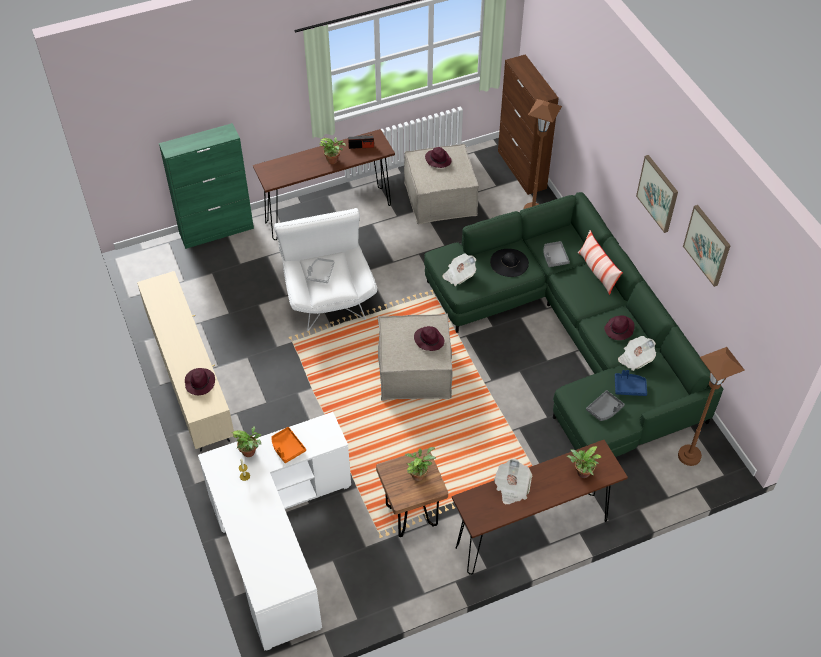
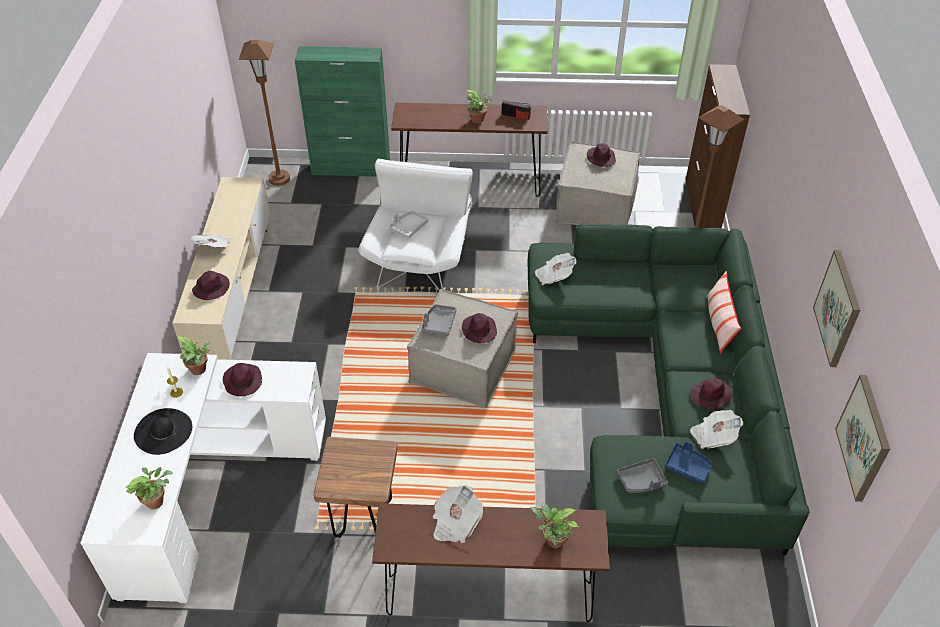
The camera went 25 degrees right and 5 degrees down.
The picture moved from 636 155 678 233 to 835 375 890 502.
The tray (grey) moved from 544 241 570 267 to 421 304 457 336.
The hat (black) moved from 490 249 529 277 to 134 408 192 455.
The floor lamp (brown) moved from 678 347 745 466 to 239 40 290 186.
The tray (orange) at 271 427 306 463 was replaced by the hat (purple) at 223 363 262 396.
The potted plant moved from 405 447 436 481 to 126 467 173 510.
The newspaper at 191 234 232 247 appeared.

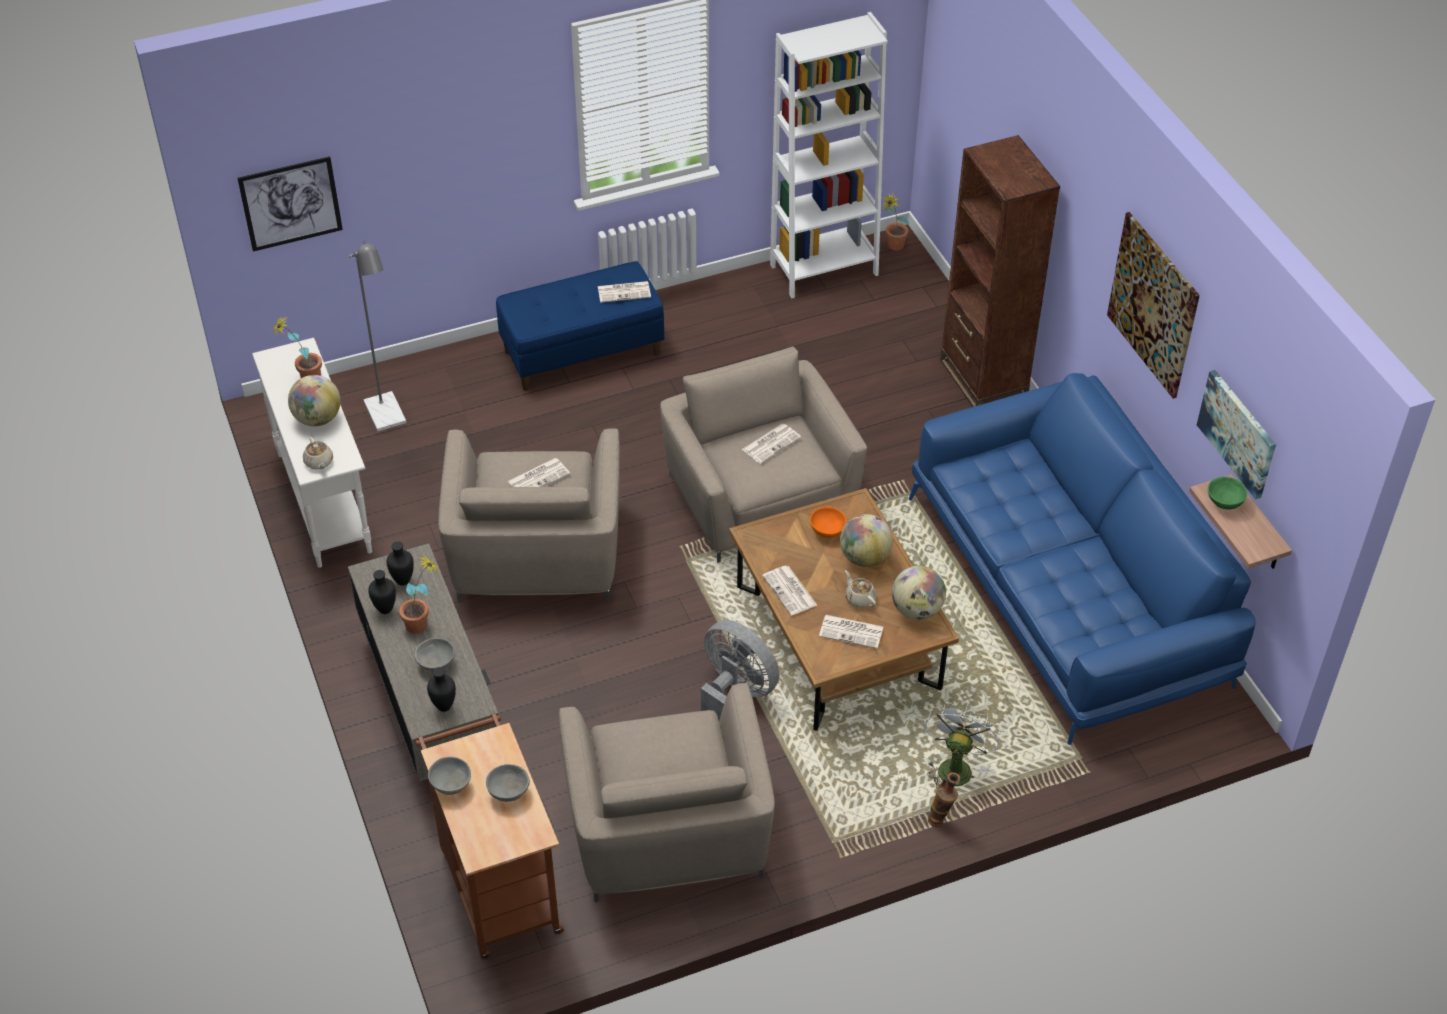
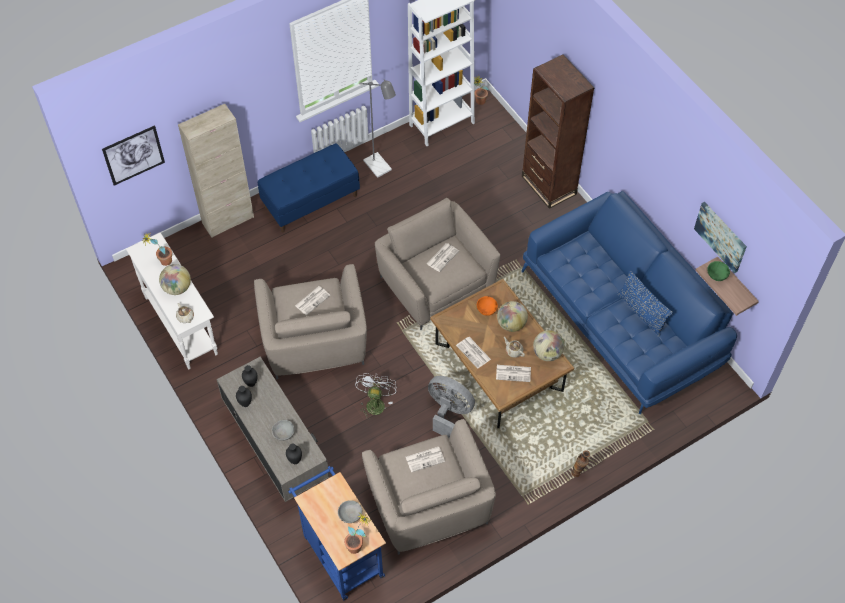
The camera went 10 degrees left and 10 degrees up.
The picture at 1107 212 1200 399 disappeared.
The floor lamp (grey) moved from 349 240 406 431 to 359 79 396 178.
The newspaper moved from 598 281 651 303 to 406 447 445 472.
The potted plant moved from 399 556 439 634 to 344 514 371 554.
The fan (white) moved from 925 702 1000 788 to 355 373 397 419.
The cart (brown) at 415 713 564 960 became the cart (blue) at 288 466 386 600.
The bowl (grey) at 428 757 471 795 disappeared.
The cabinet (beige) at 178 104 254 238 appeared.
The pillow (blue) at 617 270 673 337 appeared.

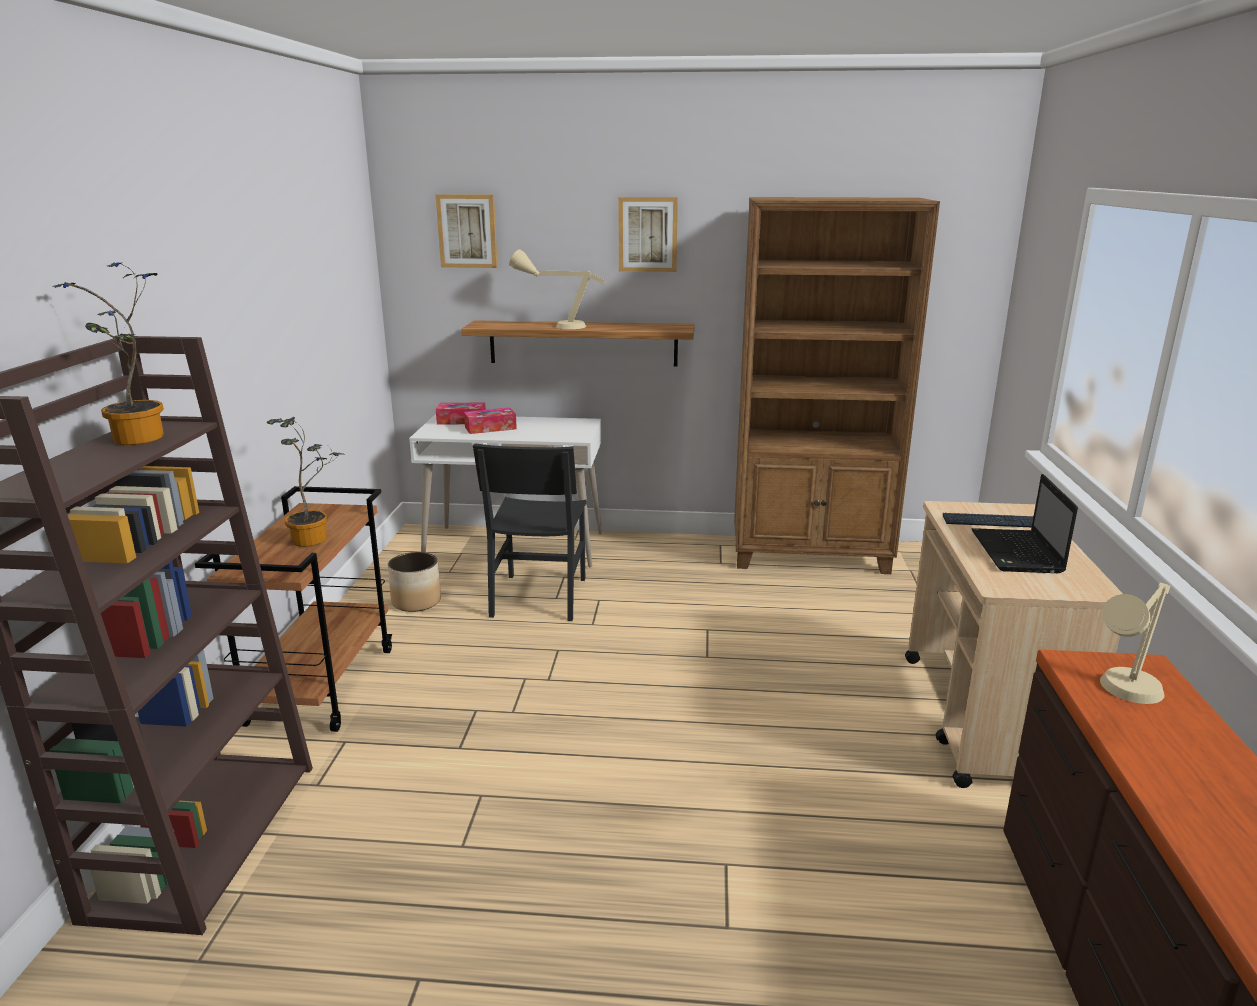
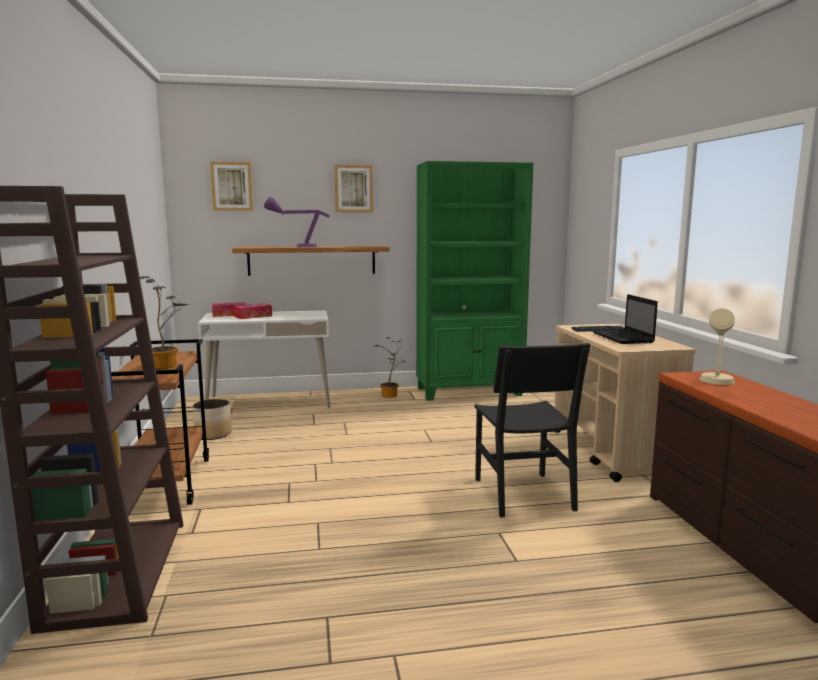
The camera went 15 degrees left and 10 degrees down.
The bookcase (brown) at 734 197 940 574 became the bookcase (green) at 416 161 533 401.
The table lamp (beige) at 509 249 605 329 became the table lamp (purple) at 264 197 330 247.
The potted plant moved from 52 262 164 445 to 374 337 405 398.
The chair (black) moved from 473 443 587 621 to 474 343 591 518.

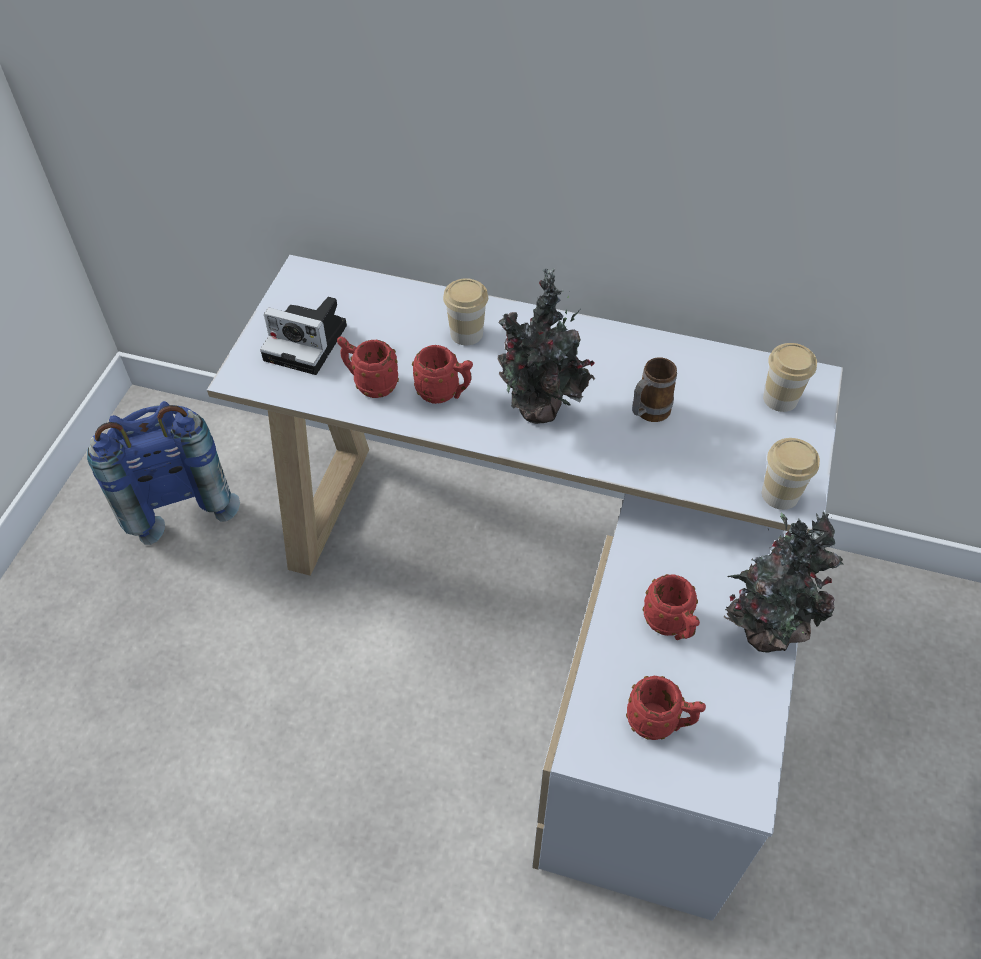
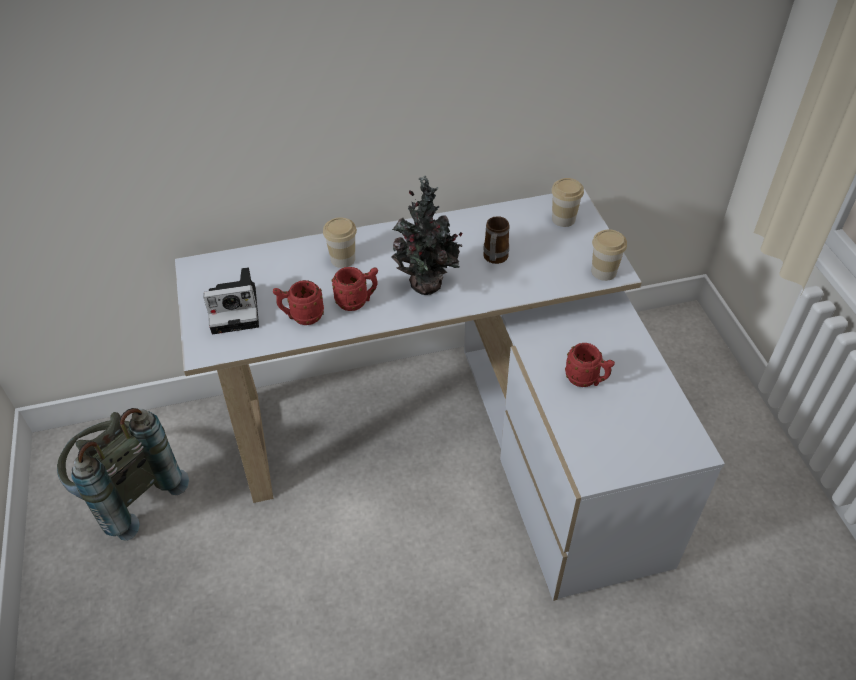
The camera went 30 degrees left and 5 degrees down.
The backpack (blue) at 87 401 240 545 became the backpack (grey) at 57 408 189 541.
The potted plant at 724 511 844 652 disappeared.
The mug (red) at 626 676 706 740 disappeared.

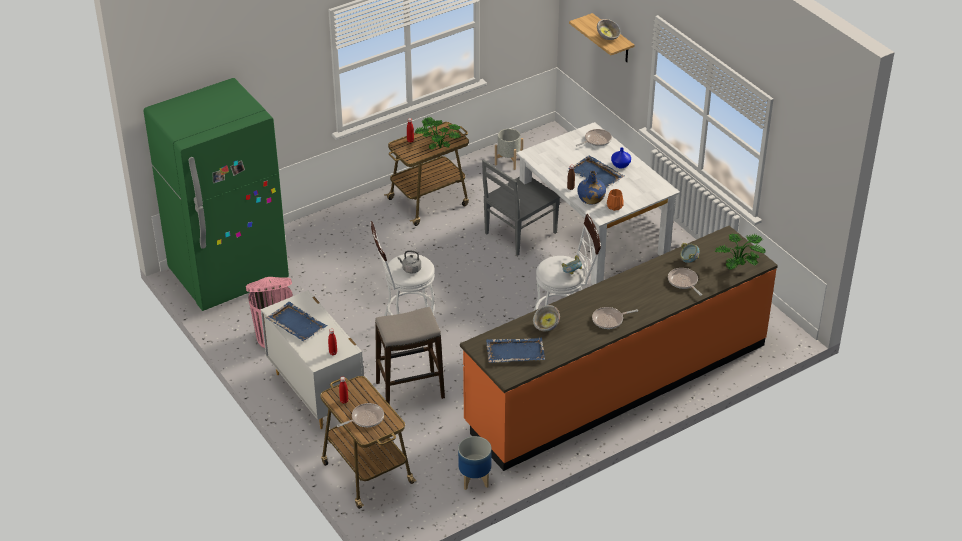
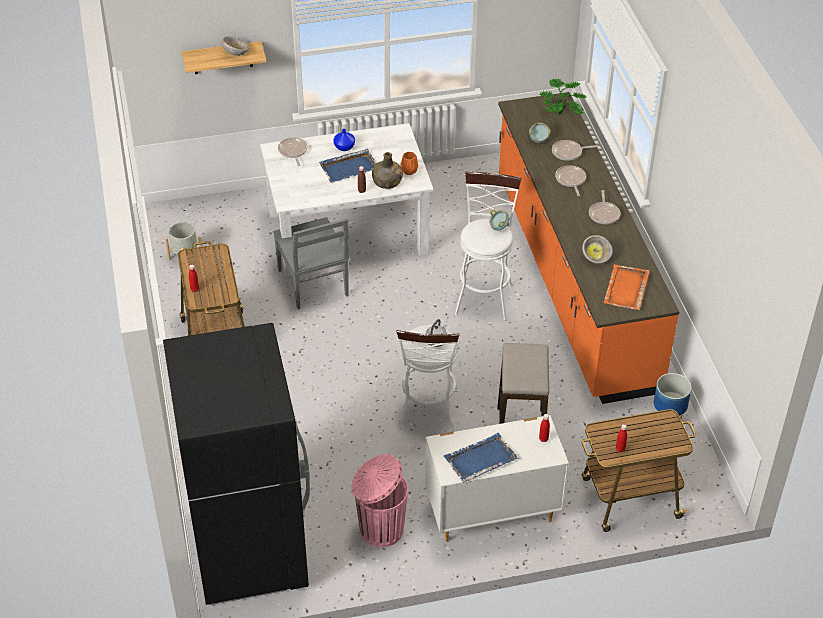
The camera went 70 degrees left and 5 degrees up.
The fridge (green) at 143 78 289 311 became the fridge (black) at 163 323 310 605.
The potted plant at 414 116 461 150 disappeared.
The bottle (blue) at 577 170 606 204 became the bottle (green) at 372 152 403 189.
The tray (blue) at 486 337 545 363 became the tray (orange) at 604 264 650 310.
The frying pan moved from 337 403 384 427 to 555 165 586 196.

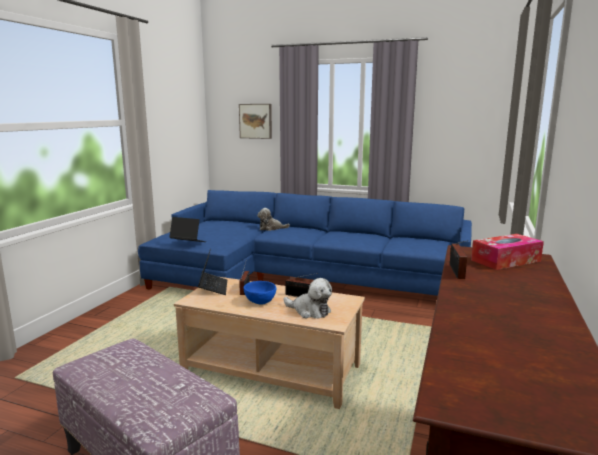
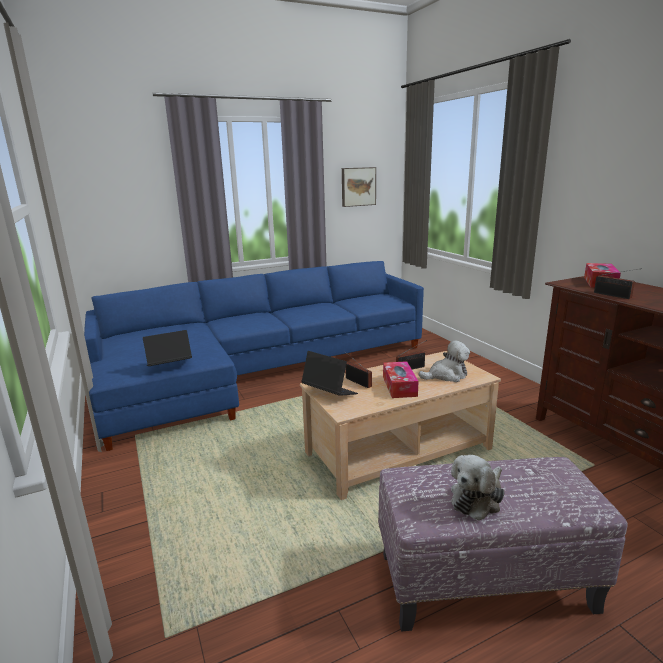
The camera went 45 degrees left and 5 degrees up.
The picture moved from 239 104 272 139 to 342 167 376 207.
The plush toy moved from 257 208 290 231 to 451 455 505 521.
The bowl (blue) at 244 281 276 304 was replaced by the tissue box at 383 361 419 398.

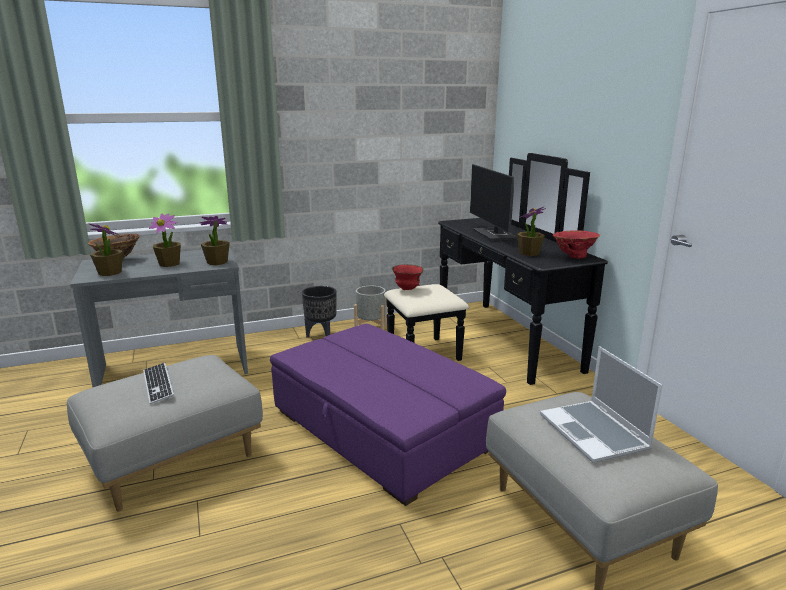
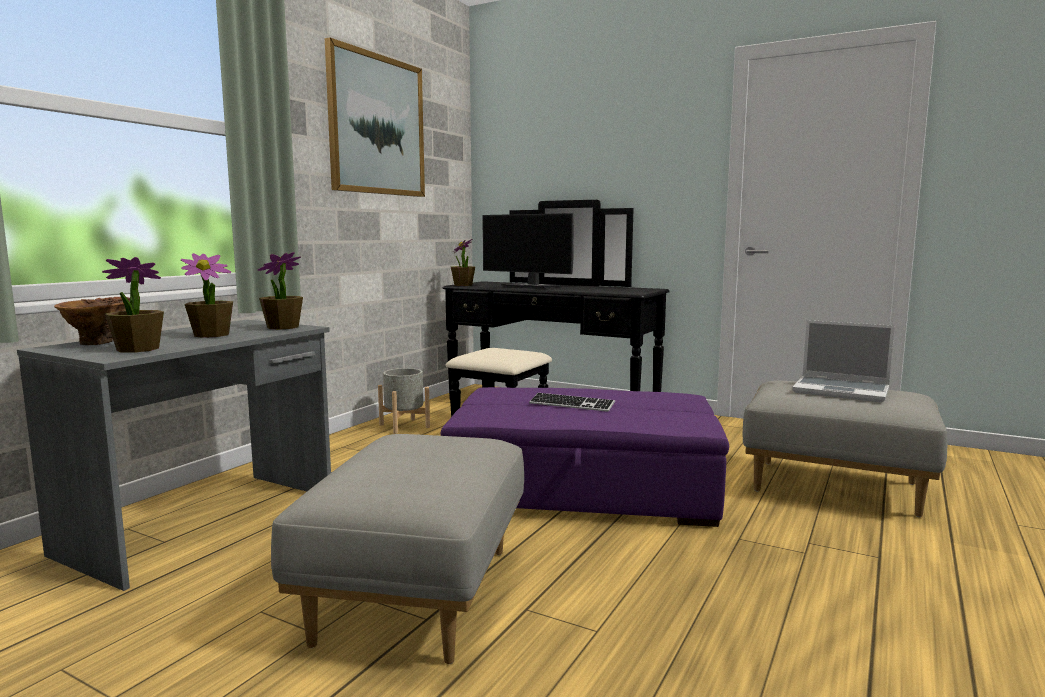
The camera went 40 degrees left and 10 degrees down.
The potted plant moved from 517 207 546 256 to 451 239 475 286.
The vase (red) at 553 230 600 259 disappeared.
The bowl (red) at 392 264 424 290 disappeared.
The planter (black) at 302 286 337 338 disappeared.
The keyboard moved from 143 363 174 404 to 529 393 615 412.
The picture at 325 37 425 197 appeared.

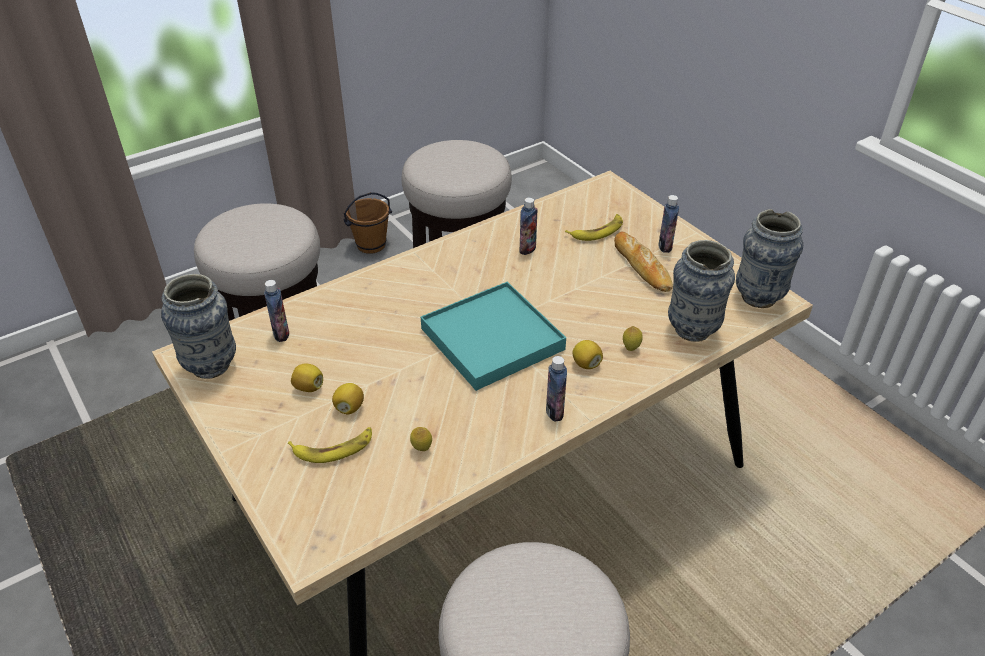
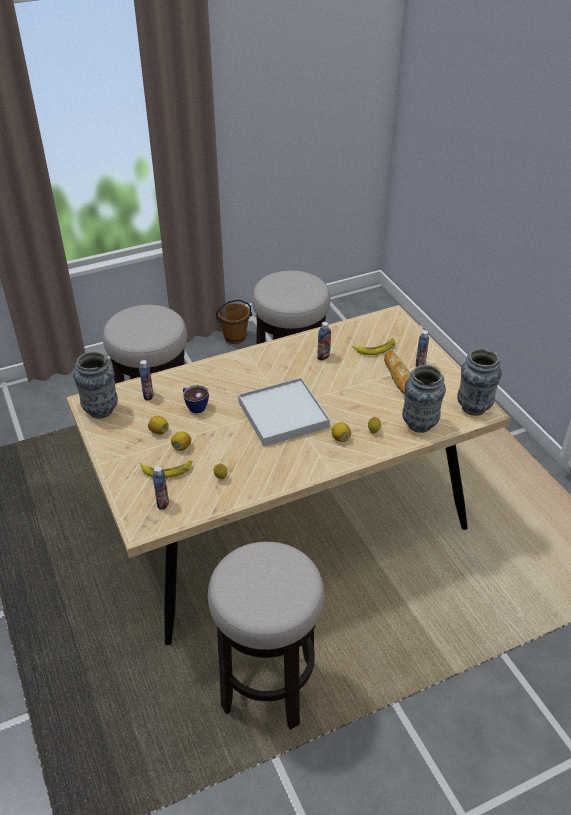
The camera went 10 degrees right and 0 degrees up.
The tray (turquoise) at 421 282 566 391 became the tray (white) at 238 378 330 446.
The bottle moved from 546 356 567 422 to 153 466 169 510.
The cup at 183 385 209 413 appeared.

